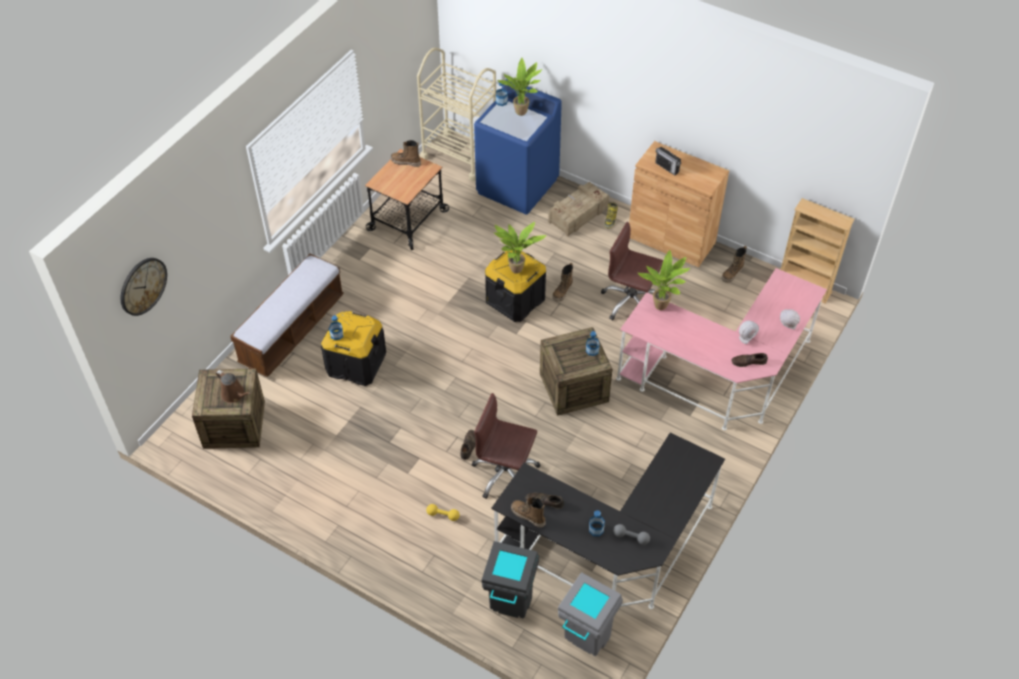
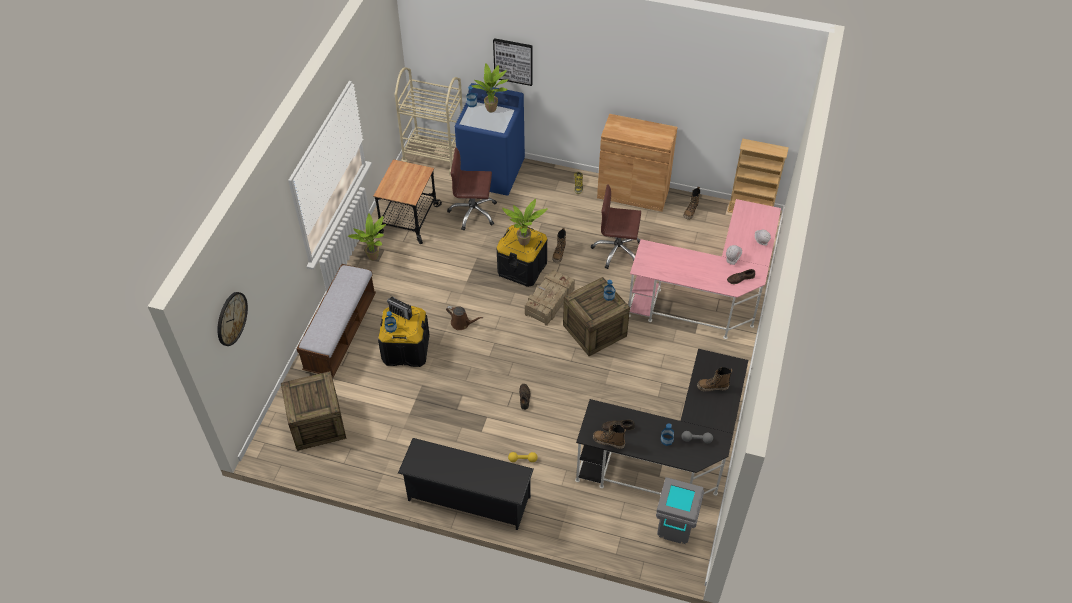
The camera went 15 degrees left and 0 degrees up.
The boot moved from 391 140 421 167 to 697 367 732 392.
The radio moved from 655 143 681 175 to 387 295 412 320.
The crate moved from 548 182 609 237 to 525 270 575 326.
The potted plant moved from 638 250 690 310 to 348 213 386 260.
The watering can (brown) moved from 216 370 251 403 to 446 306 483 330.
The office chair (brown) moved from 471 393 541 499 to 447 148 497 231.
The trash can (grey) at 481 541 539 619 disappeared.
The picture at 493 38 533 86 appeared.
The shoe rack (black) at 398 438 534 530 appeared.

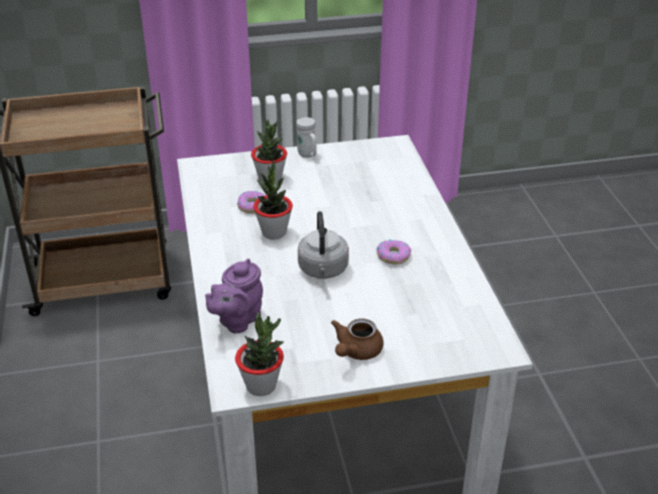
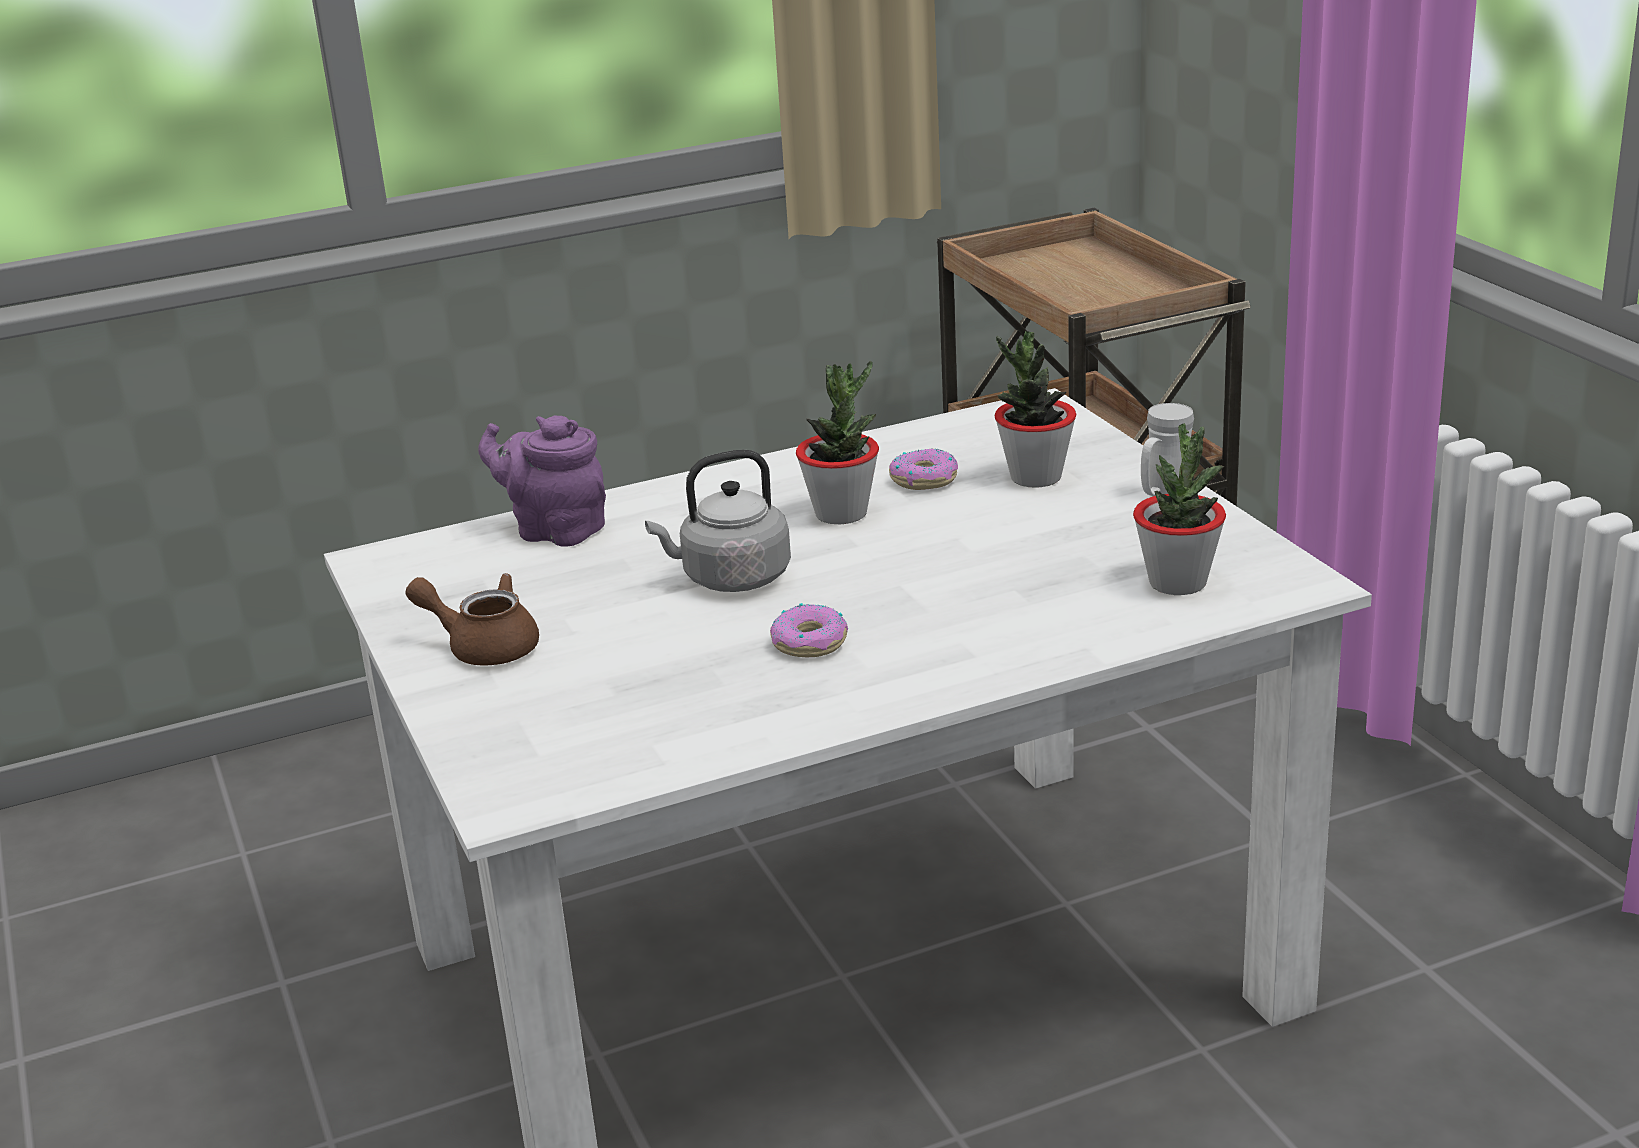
The camera went 80 degrees right and 10 degrees down.
The potted plant moved from 235 312 284 396 to 1133 423 1226 595.

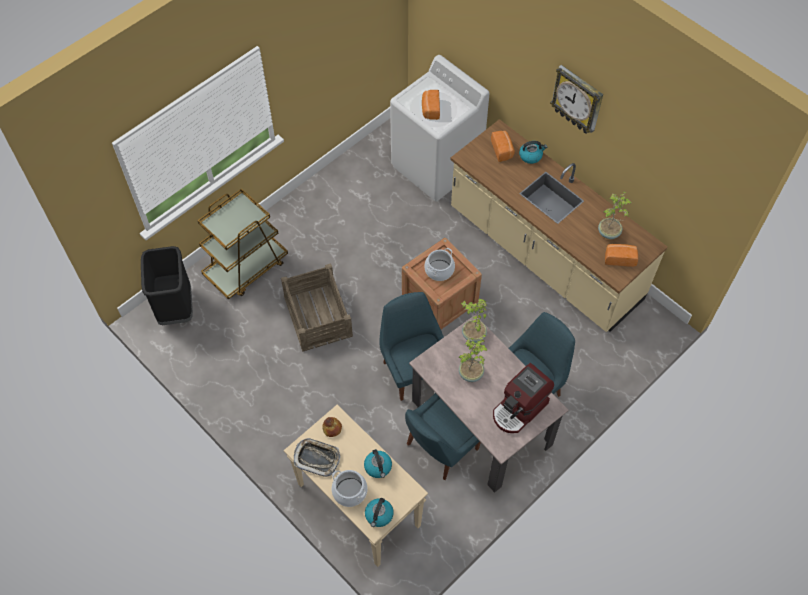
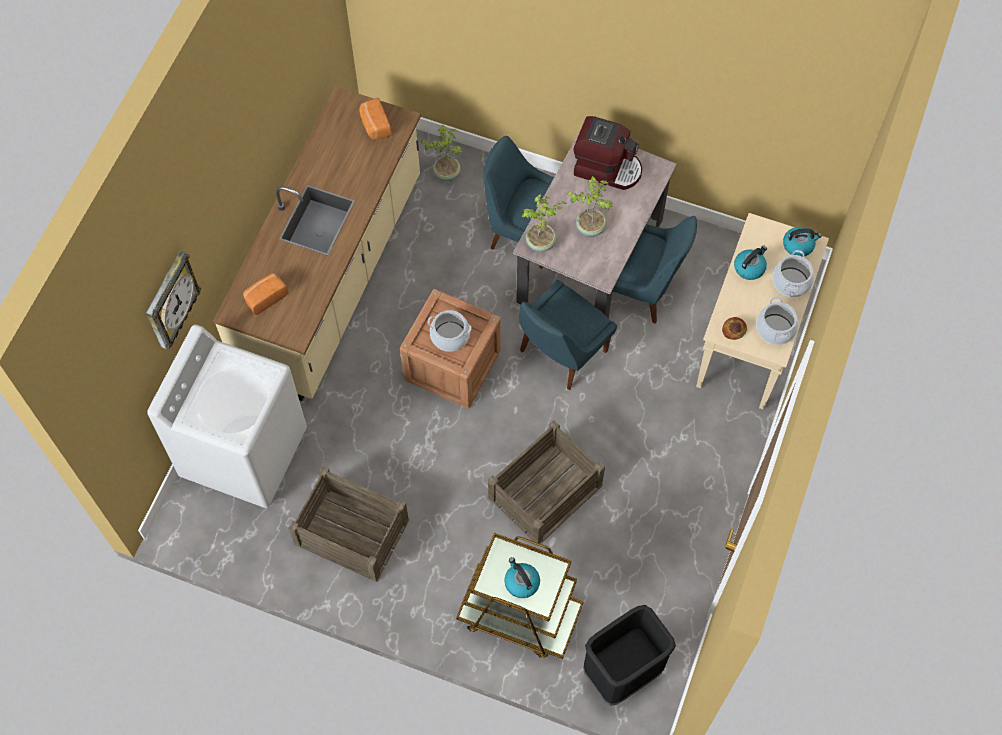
The camera went 115 degrees left and 5 degrees up.
The wall clock moved from 550 65 603 134 to 146 251 201 349.
The bread at 422 90 440 120 disappeared.
The kettle moved from 519 141 547 164 to 504 557 540 598.
The potted plant moved from 598 192 632 239 to 421 125 463 181.
The tray at 294 438 340 477 was replaced by the cooking pot at 756 297 799 345.
The crate at 288 466 409 582 appeared.

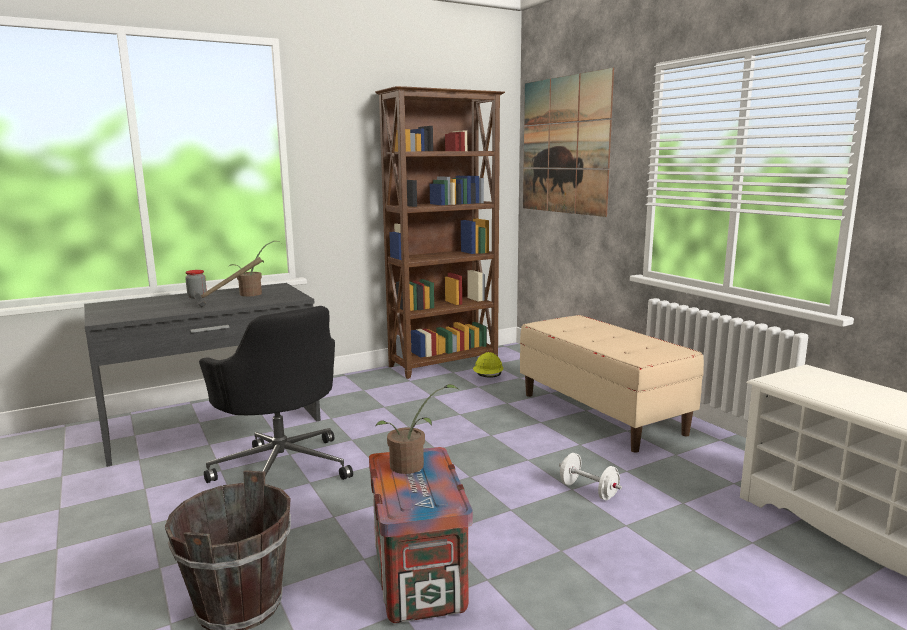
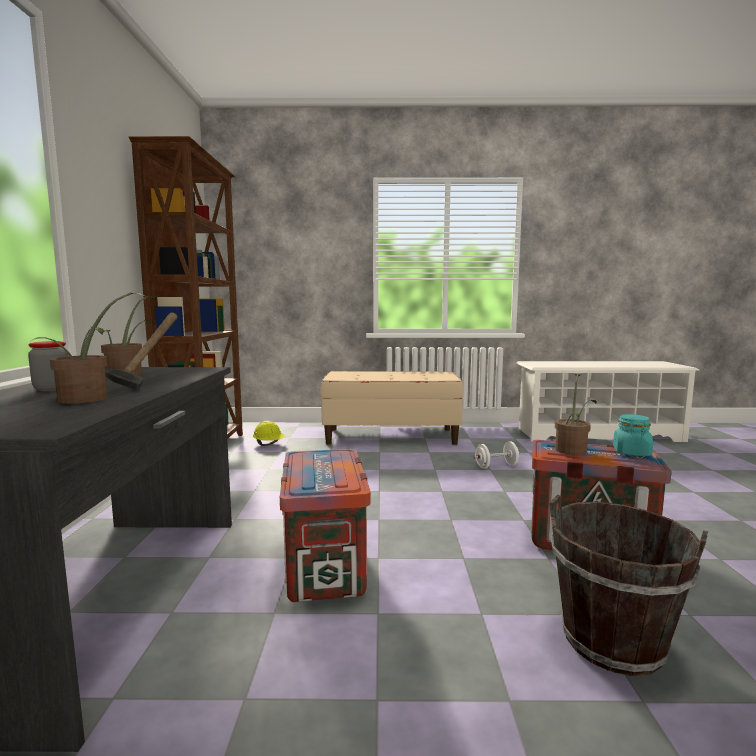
The camera went 60 degrees left and 5 degrees down.
The picture at 523 68 614 217 disappeared.
The office chair (black) at 199 306 353 483 was replaced by the crate at 280 449 371 602.
The potted plant at 31 292 147 404 appeared.
The jar (turquoise) at 613 414 653 456 appeared.

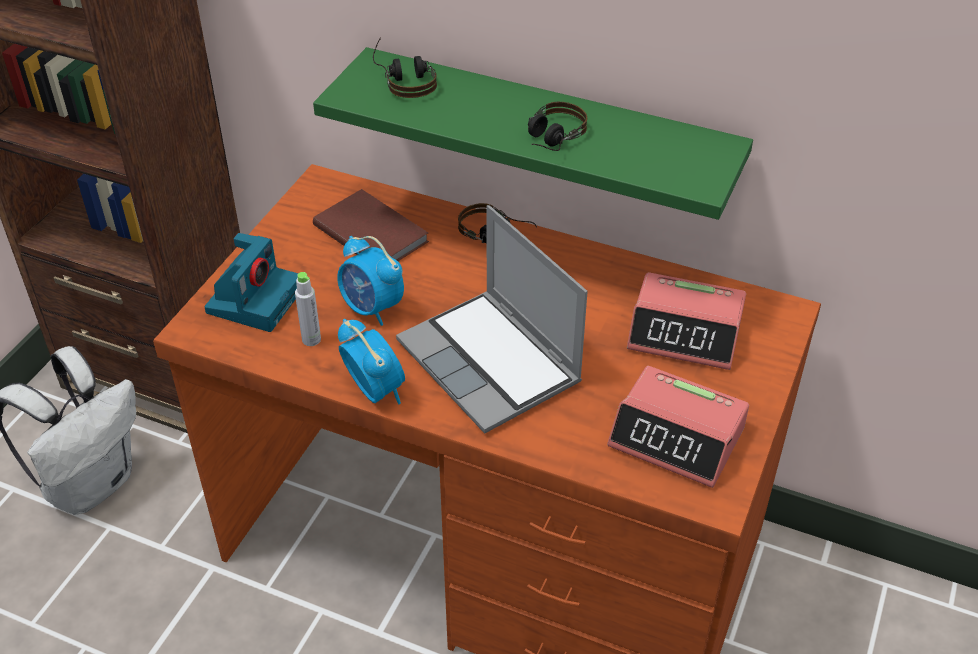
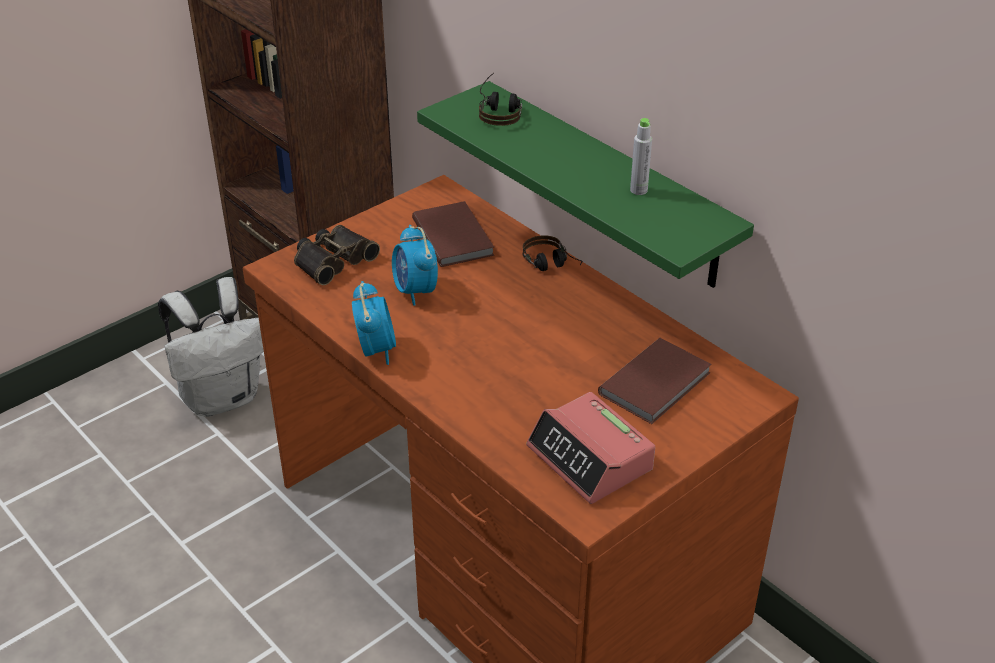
The camera went 25 degrees right and 5 degrees down.
The headphones at 528 102 587 151 disappeared.
The laptop at 396 205 588 434 disappeared.
The photo camera at 204 233 298 332 was replaced by the binoculars at 294 225 380 285.
The bottle (grey) moved from 295 272 321 346 to 630 118 652 195.
The alarm clock at 627 272 746 370 was replaced by the book (brown) at 598 338 712 424.

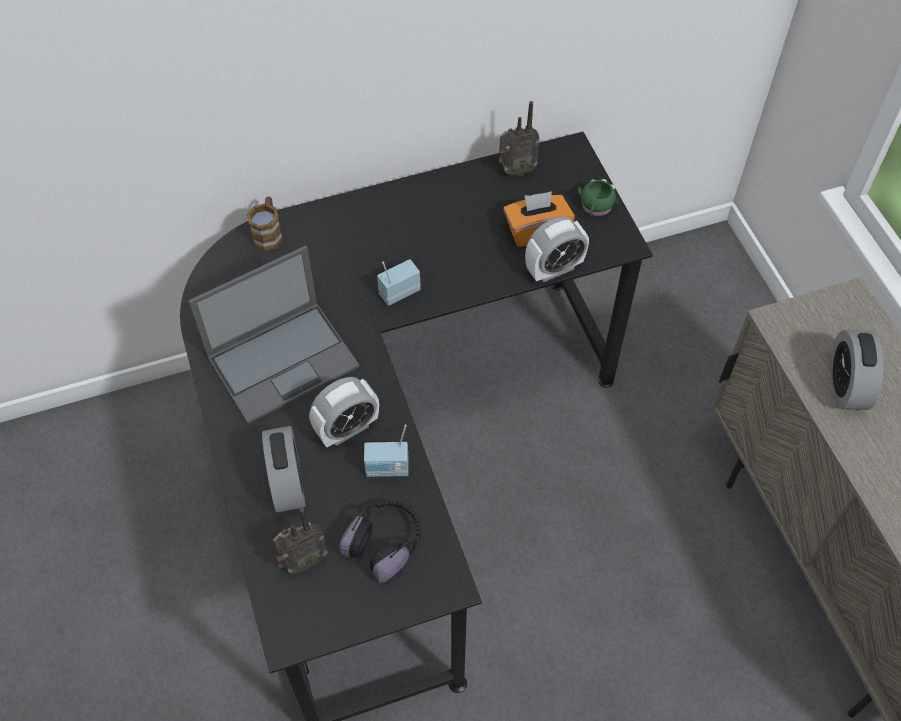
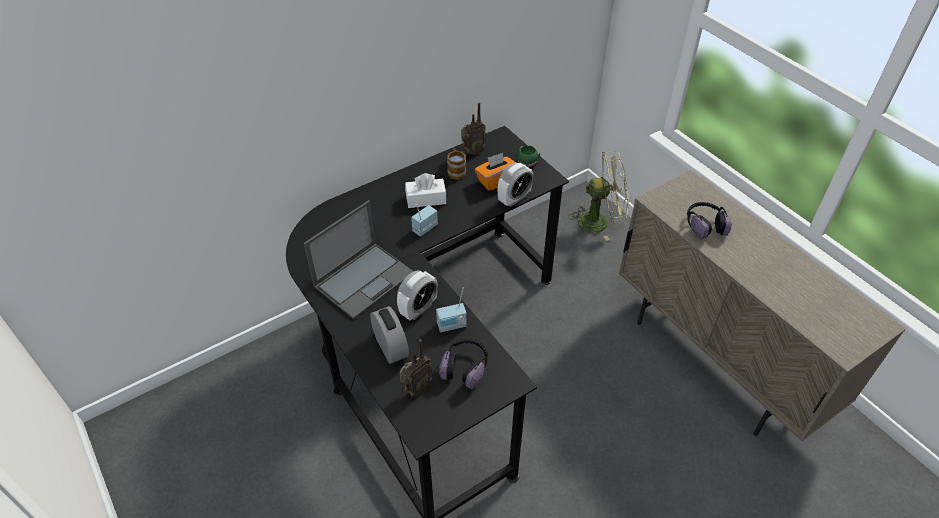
The camera went 15 degrees left and 10 degrees down.
The mug moved from 247 196 283 251 to 447 148 466 180.
The alarm clock at 830 330 884 410 was replaced by the headphones at 687 202 732 240.
The fan (green) at 568 151 628 241 appeared.
The tissue box (white) at 405 173 446 208 appeared.

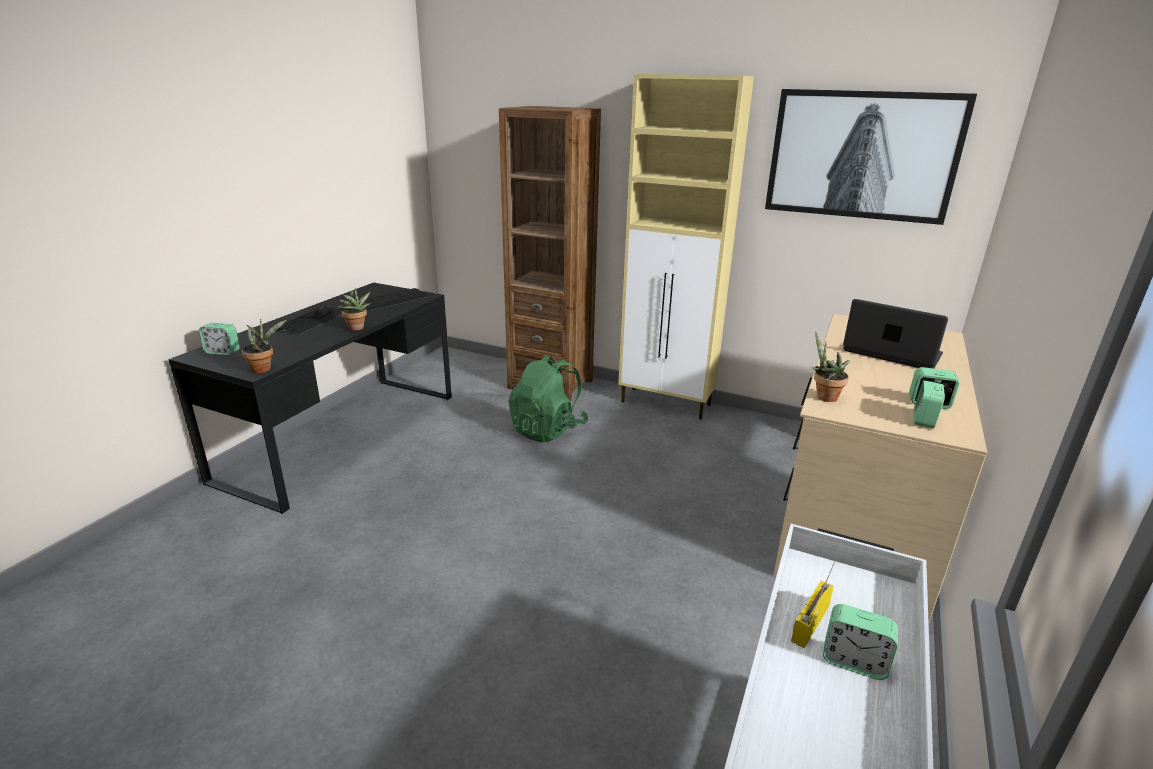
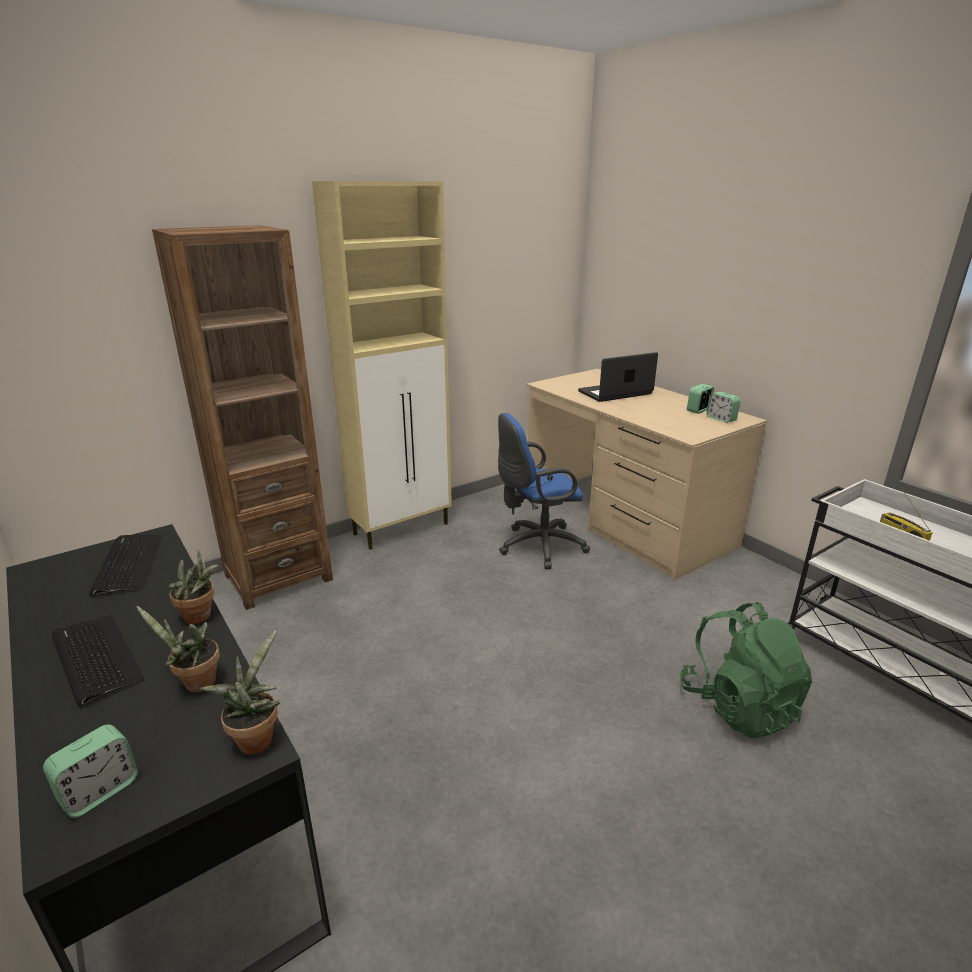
The camera went 60 degrees left and 0 degrees up.
The picture at 765 89 977 225 disappeared.
The potted plant moved from 812 331 850 402 to 136 606 220 693.
The backpack (green) moved from 509 355 588 443 to 680 602 812 738.
The alarm clock at 823 604 898 680 disappeared.
The office chair (blue) at 498 413 590 569 appeared.

